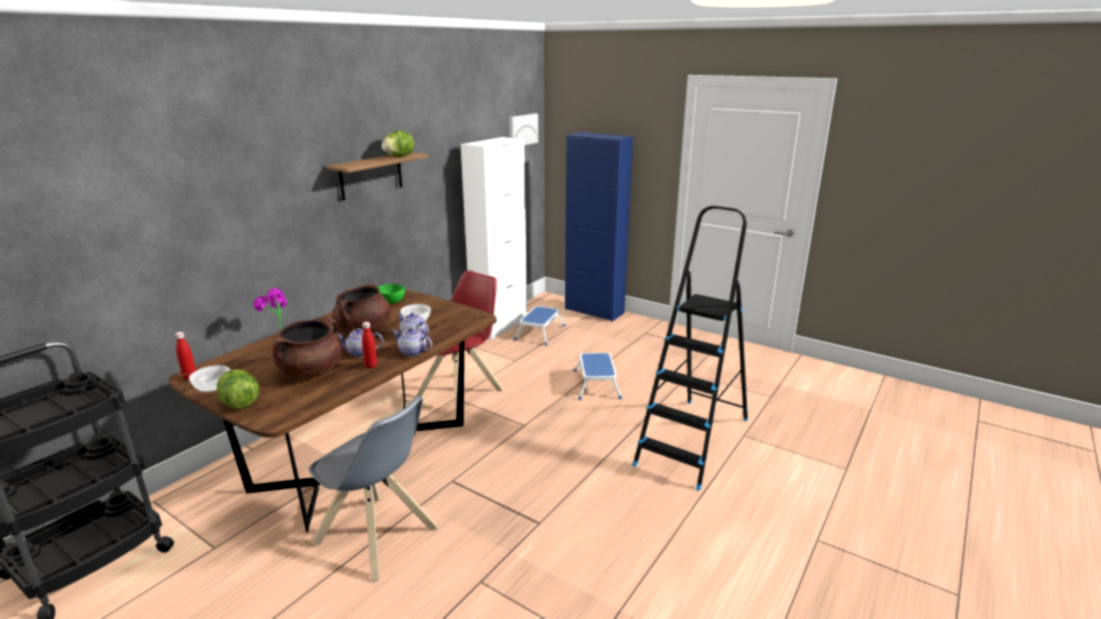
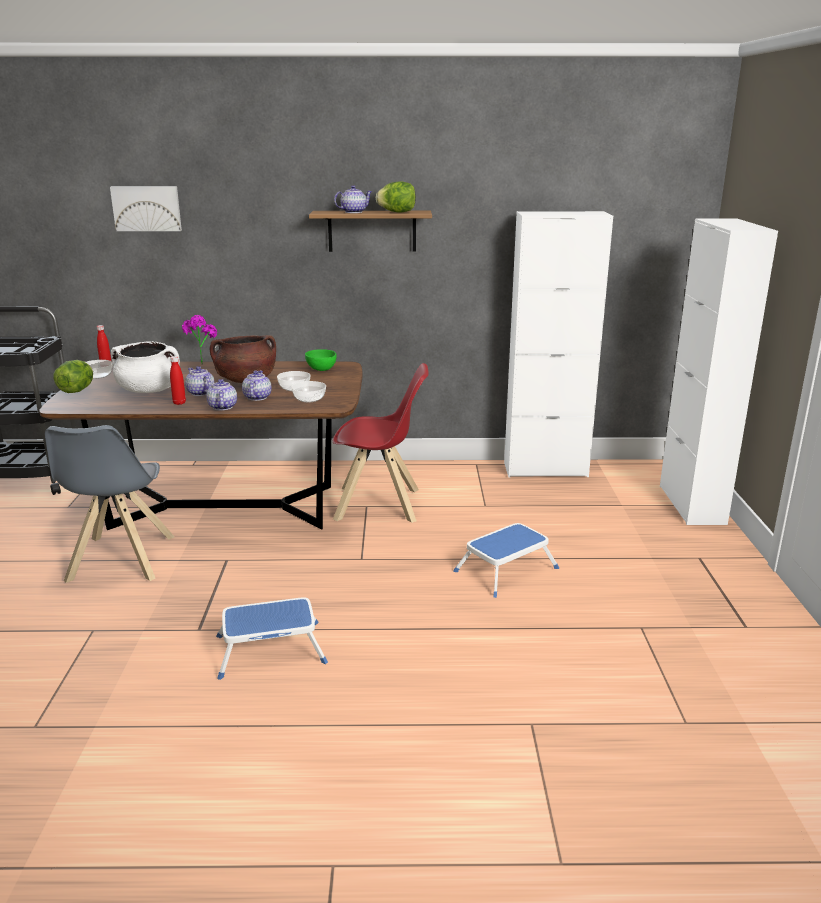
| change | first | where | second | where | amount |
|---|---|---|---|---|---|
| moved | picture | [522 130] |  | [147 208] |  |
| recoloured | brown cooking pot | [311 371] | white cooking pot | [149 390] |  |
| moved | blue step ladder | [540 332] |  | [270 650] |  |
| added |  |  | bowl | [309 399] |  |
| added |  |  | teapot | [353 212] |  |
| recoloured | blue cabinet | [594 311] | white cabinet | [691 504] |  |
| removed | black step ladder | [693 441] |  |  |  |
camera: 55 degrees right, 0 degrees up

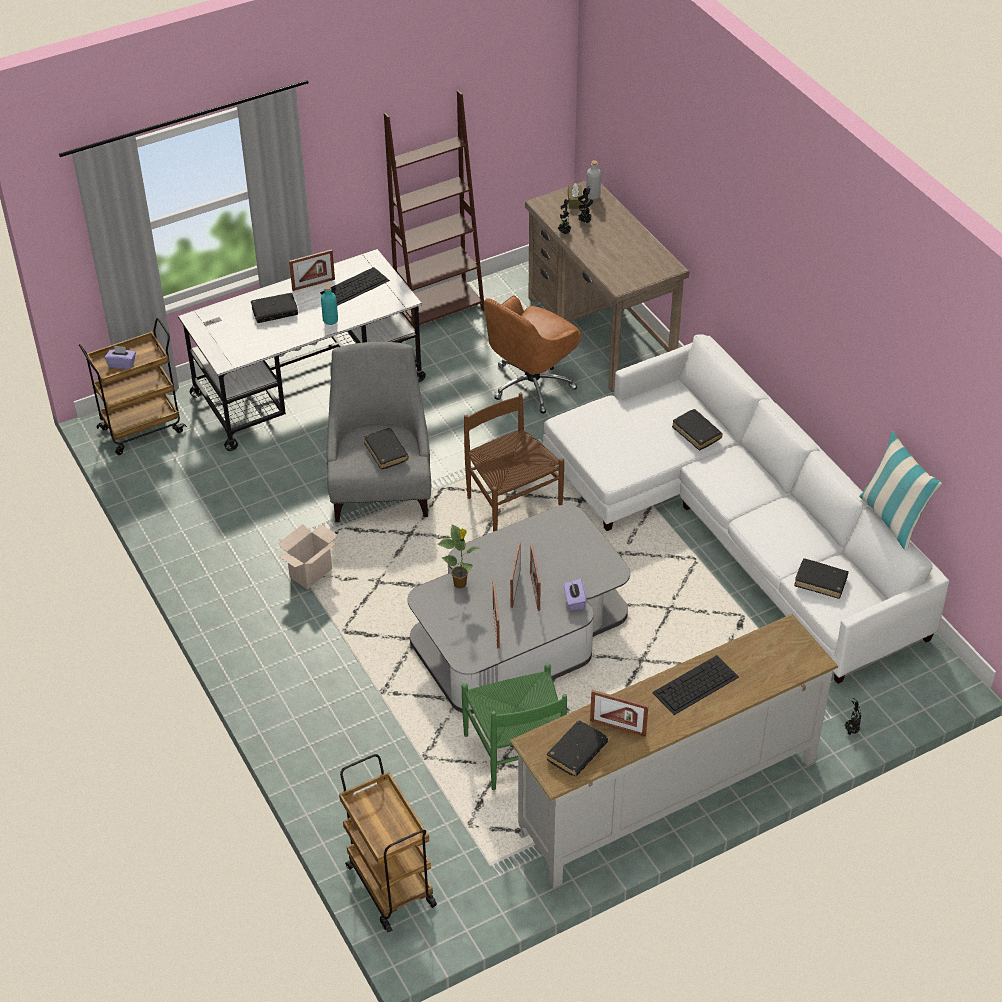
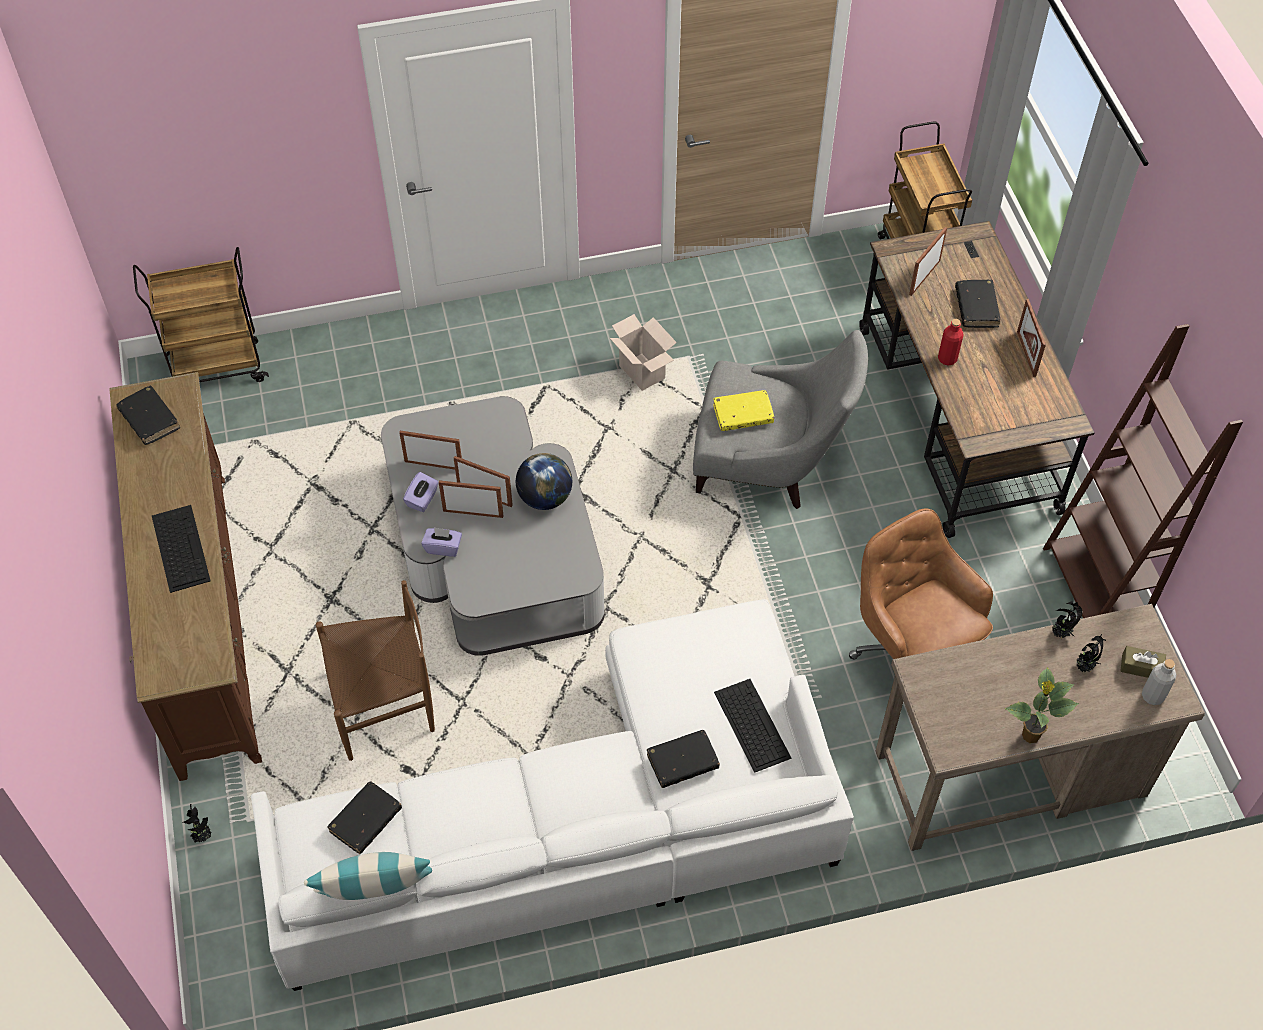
| change | first | where | second | where | amount |
|---|---|---|---|---|---|
| recoloured | grey cabinet | [667 796] | brown cabinet | [206 619] |  |
| moved | brown chair | [511 505] |  | [384 705] |  |
| moved | purple tissue box | [122 364] |  | [422 499] |  |
| added |  |  | globe | [545 497] |  |
| recoloured | black book | [386 452] | yellow book | [743 415] |  |
| moved | keyboard | [354 287] |  | [751 724] |  |
| recoloured | white desk | [308 388] | brown desk | [957 418] |  |
| moved | picture frame | [617 728] |  | [924 277] |  |
| recoloured | turquoise bottle | [330 320] | red bottle | [947 358] |  |
| moved | potted plant | [460 584] |  | [1030 736] |  |
| removed | green chair | [517 753] |  |  |  |
camera: 105 degrees right, 10 degrees up

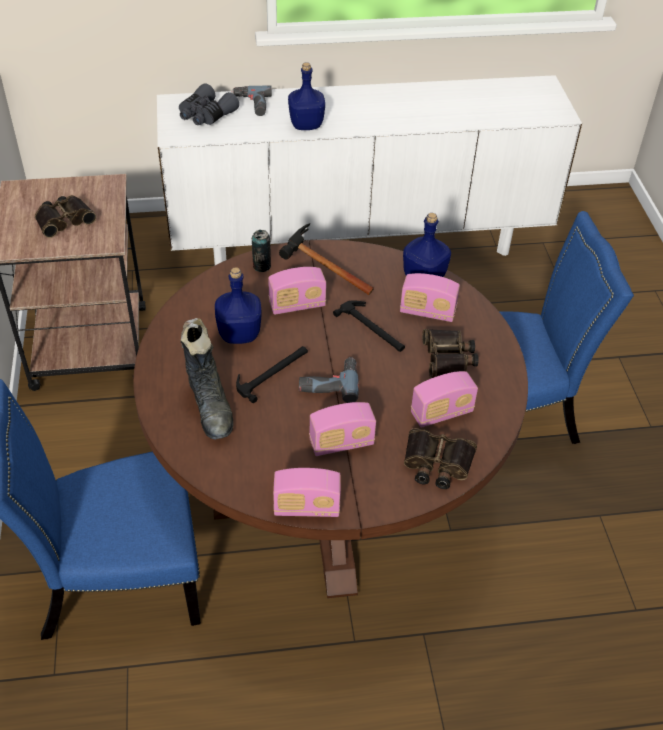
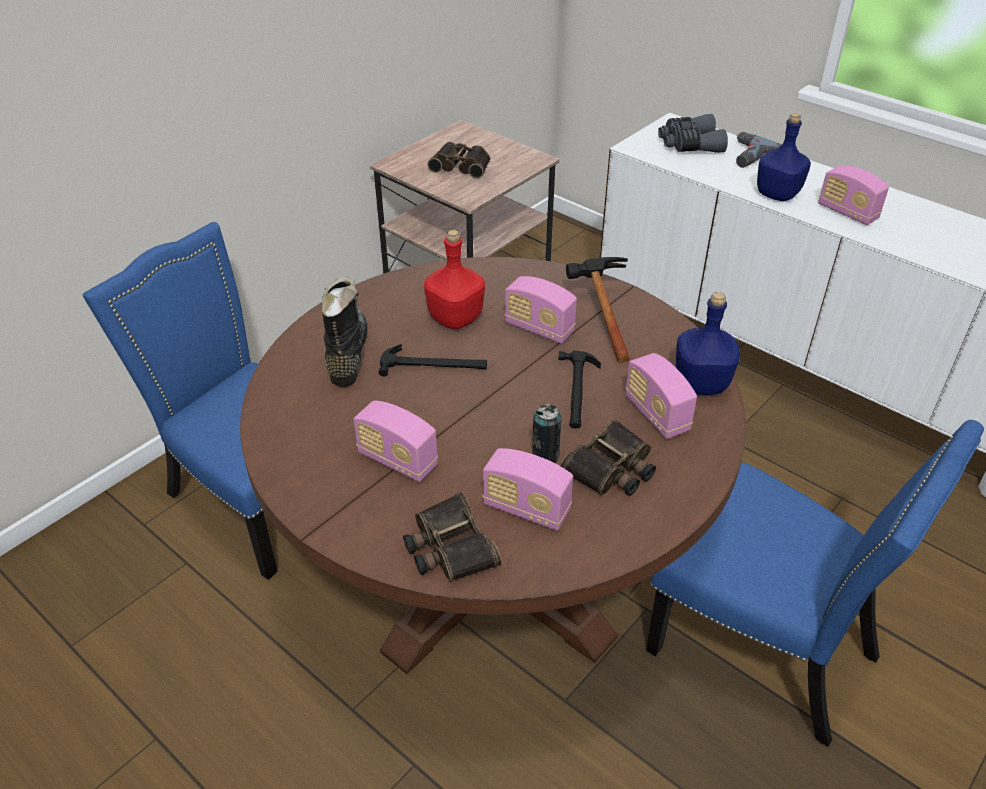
| change | first | where | second | where | amount |
|---|---|---|---|---|---|
| turned | black boot | [211 407] |  | [347 355] | 150 degrees clockwise |
| recoloured | blue bottle | [240 334] | red bottle | [456 319] |  |
| moved | can | [261 266] |  | [545 456] |  |
| moved | radio | [306 507] |  | [847 212] |  |
| removed | power drill | [328 382] |  |  |  |
camera: 50 degrees right, 5 degrees down

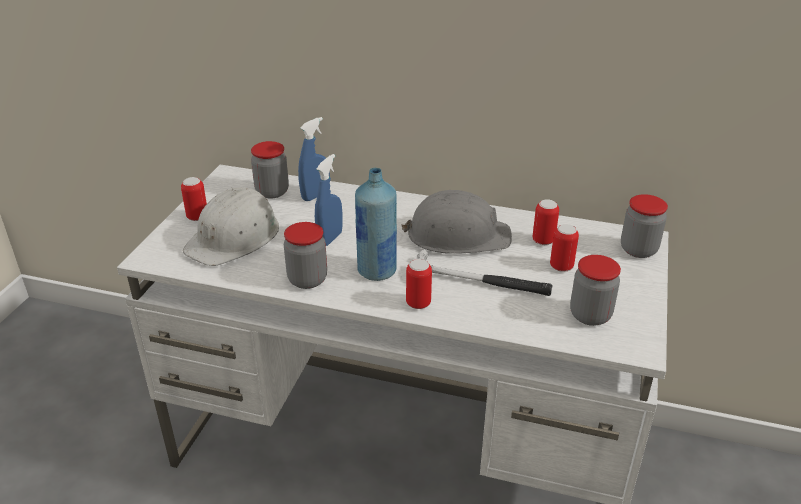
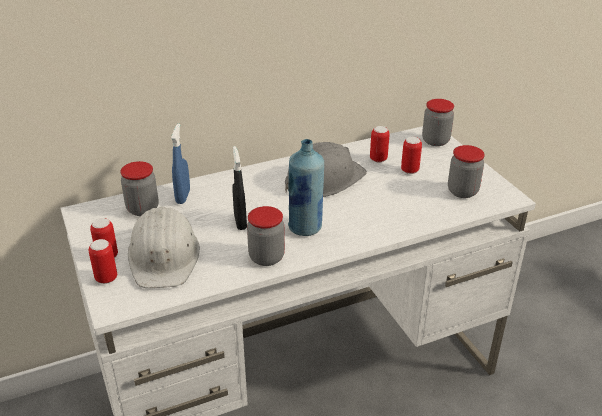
| change | first | where | second | where | amount |
|---|---|---|---|---|---|
| moved | can | [418 303] |  | [106 278] |  |
| recoloured | blue spray bottle | [330 239] | black spray bottle | [240 222] |  |
| removed | hammer | [479 283] |  |  |  |
camera: 40 degrees left, 0 degrees up

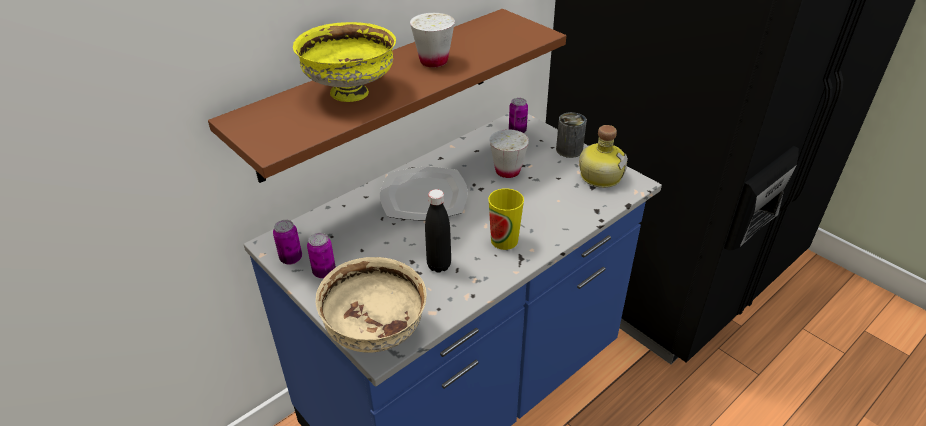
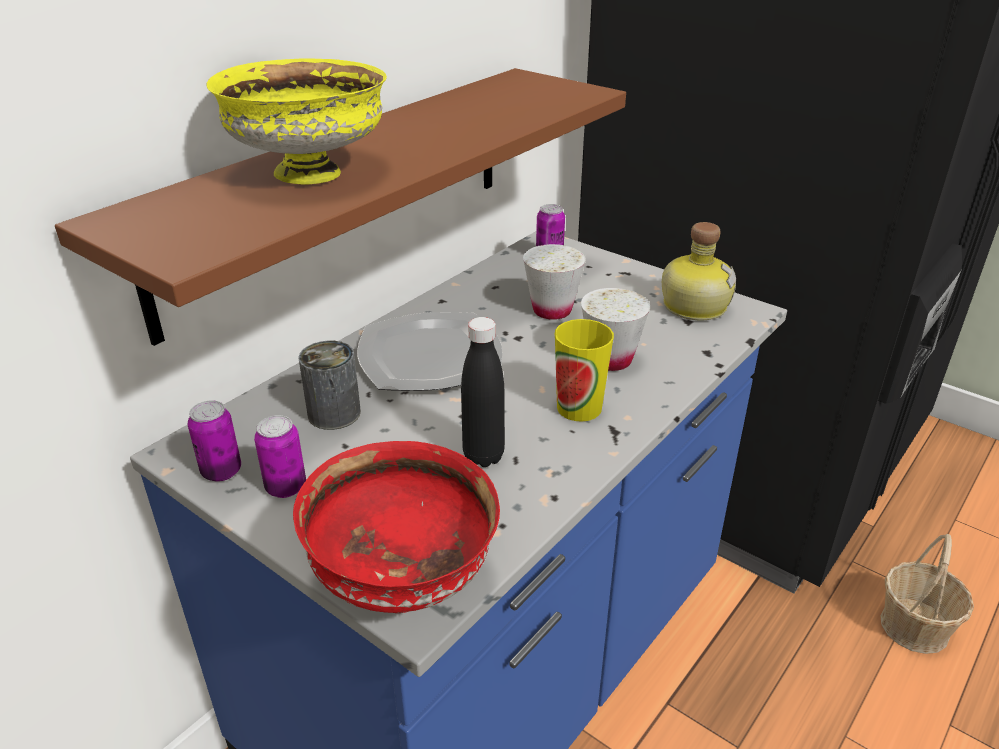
| change | first | where | second | where | amount |
|---|---|---|---|---|---|
| recoloured | beige bowl | [377 336] | red bowl | [405 584] |  |
| moved | can | [569 150] |  | [334 413] |  |
| moved | white cup | [433 61] |  | [610 360] |  |
| added |  |  | basket | [915 626] |  |
camera: 10 degrees left, 5 degrees down

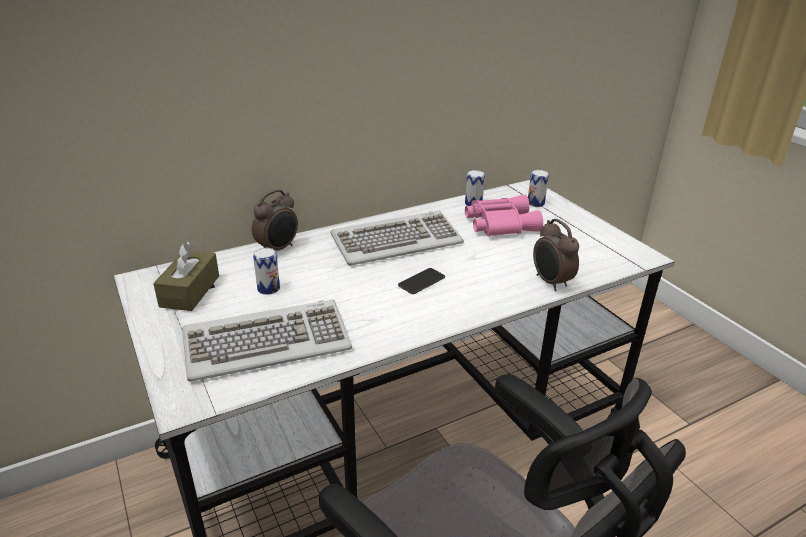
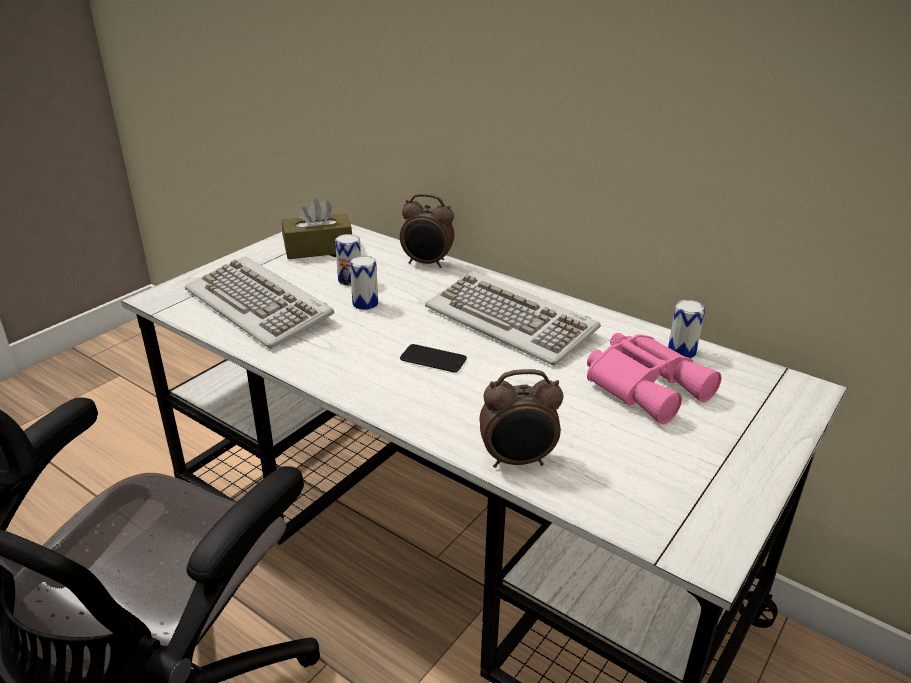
| change | first | where | second | where | amount |
|---|---|---|---|---|---|
| moved | can | [535 203] |  | [365 303] |  |
| turned | alarm clock | [550 282] |  | [518 461] | 135 degrees counterclockwise |
camera: 65 degrees right, 0 degrees up

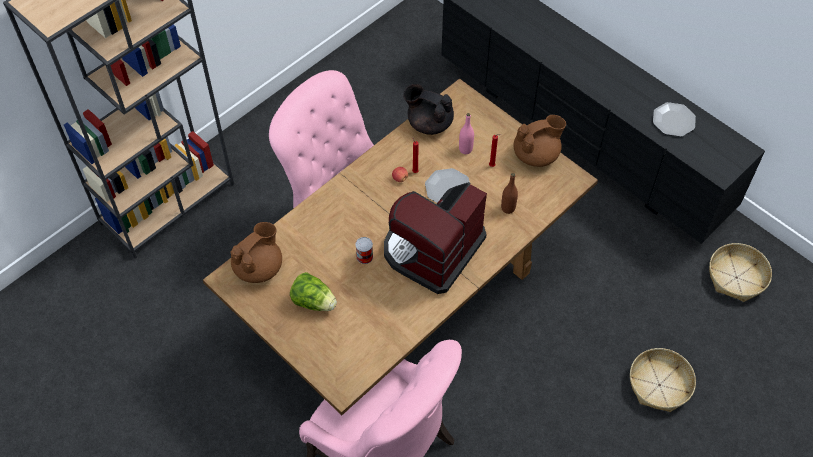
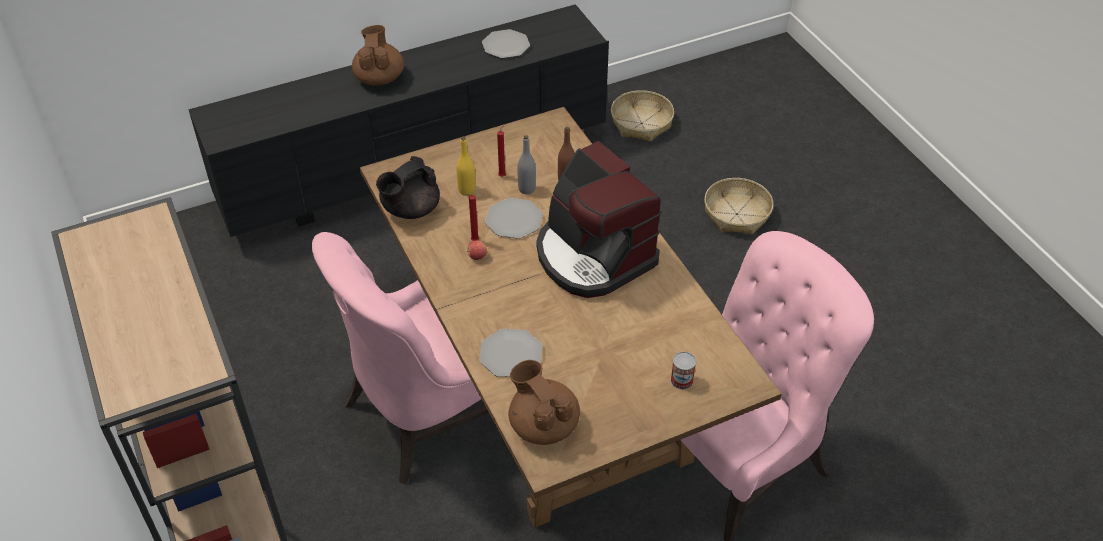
| change | first | where | second | where | amount |
|---|---|---|---|---|---|
| moved | brown teapot | [536 155] |  | [379 78] |  |
| recoloured | pink bottle | [465 149] | yellow bottle | [467 190] |  |
| added |  |  | plate | [510 354] |  |
| added |  |  | grey bottle | [527 189] |  |
| moved | can | [364 256] |  | [681 380] |  |
| removed | lettuce | [314 301] |  |  |  |
camera: 70 degrees left, 10 degrees down

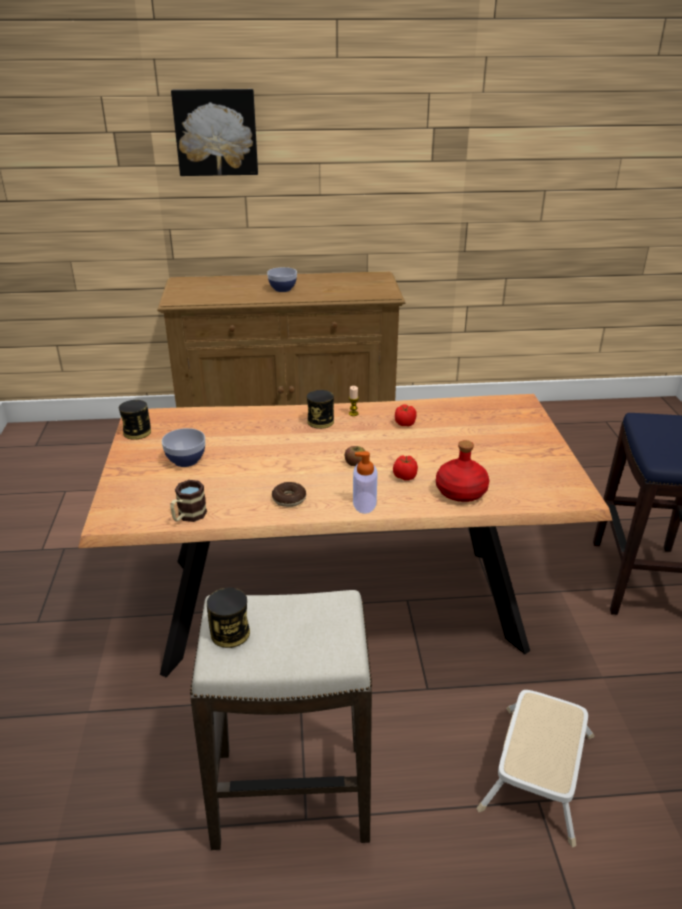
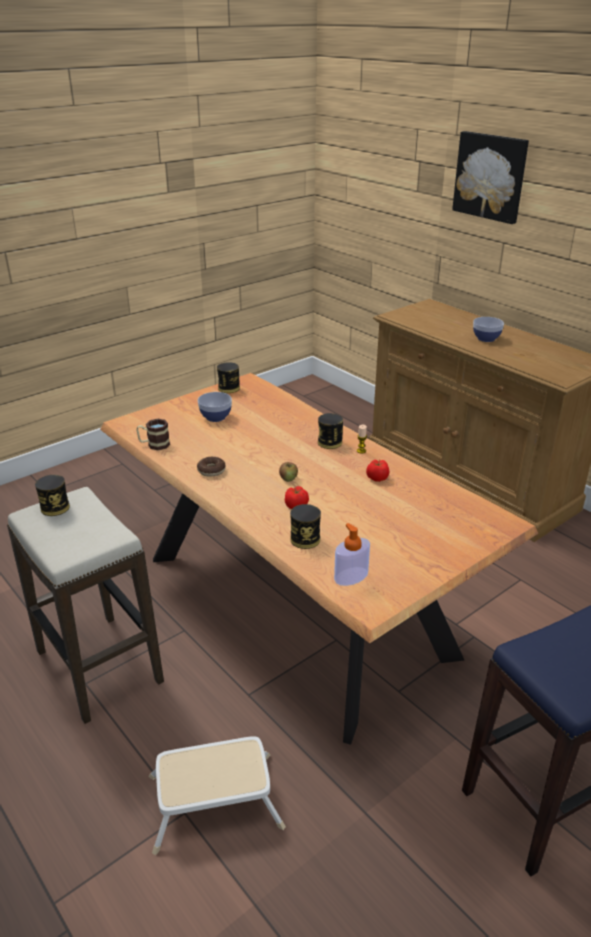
| change | first | where | second | where | amount |
|---|---|---|---|---|---|
| replaced | red bottle | [461 491] | can | [305 539] |  |
| moved | soap dispenser | [364 503] |  | [351 576] |  |
camera: 55 degrees right, 0 degrees up

